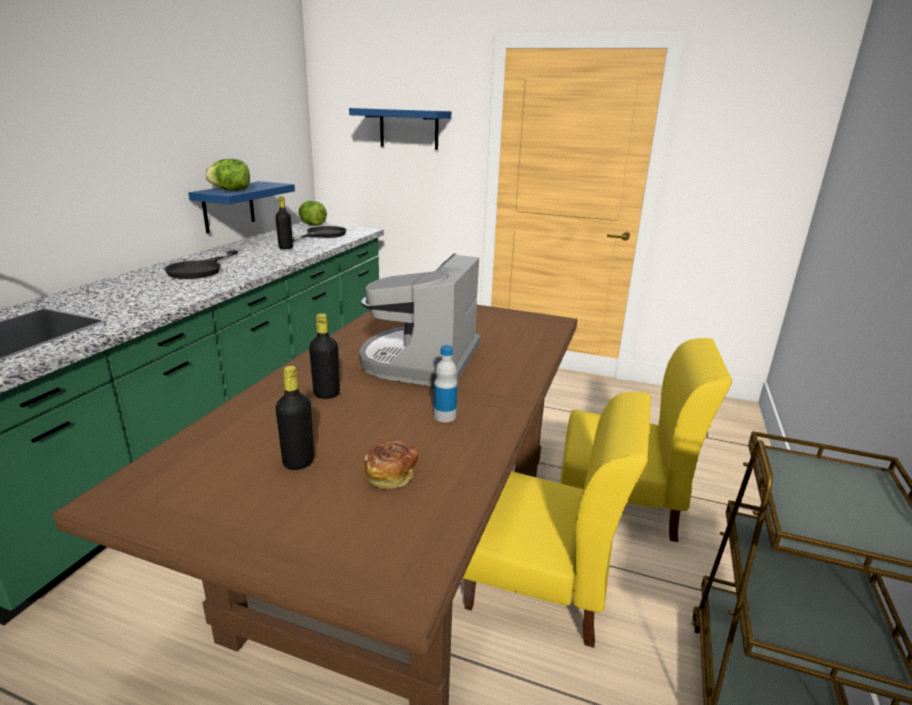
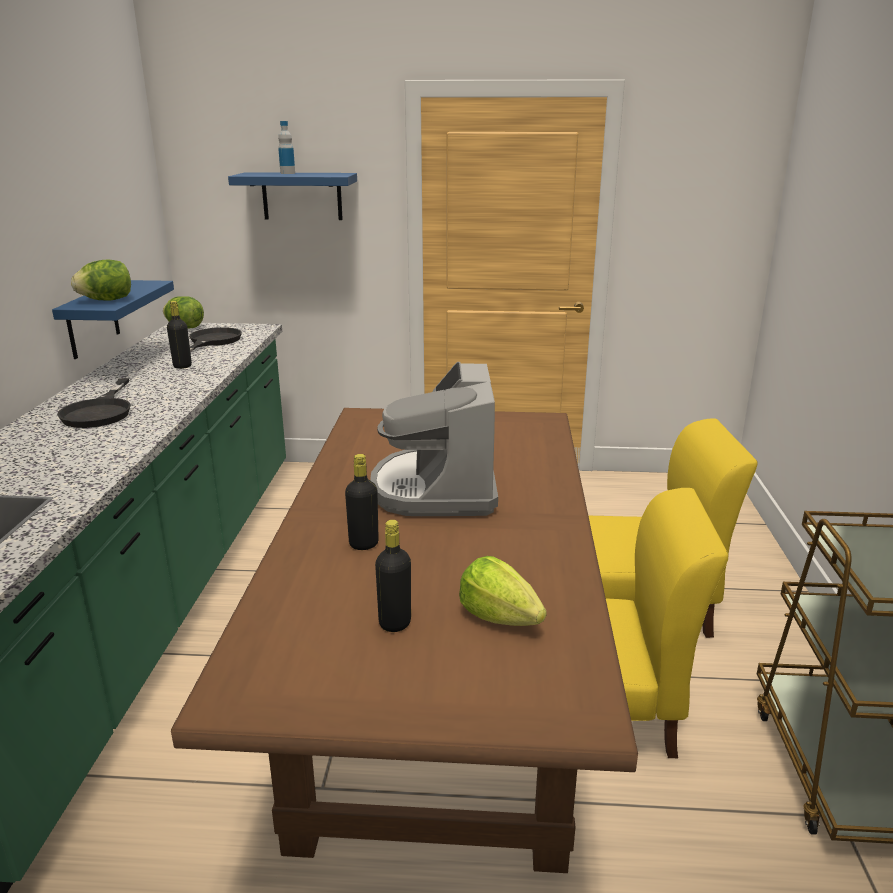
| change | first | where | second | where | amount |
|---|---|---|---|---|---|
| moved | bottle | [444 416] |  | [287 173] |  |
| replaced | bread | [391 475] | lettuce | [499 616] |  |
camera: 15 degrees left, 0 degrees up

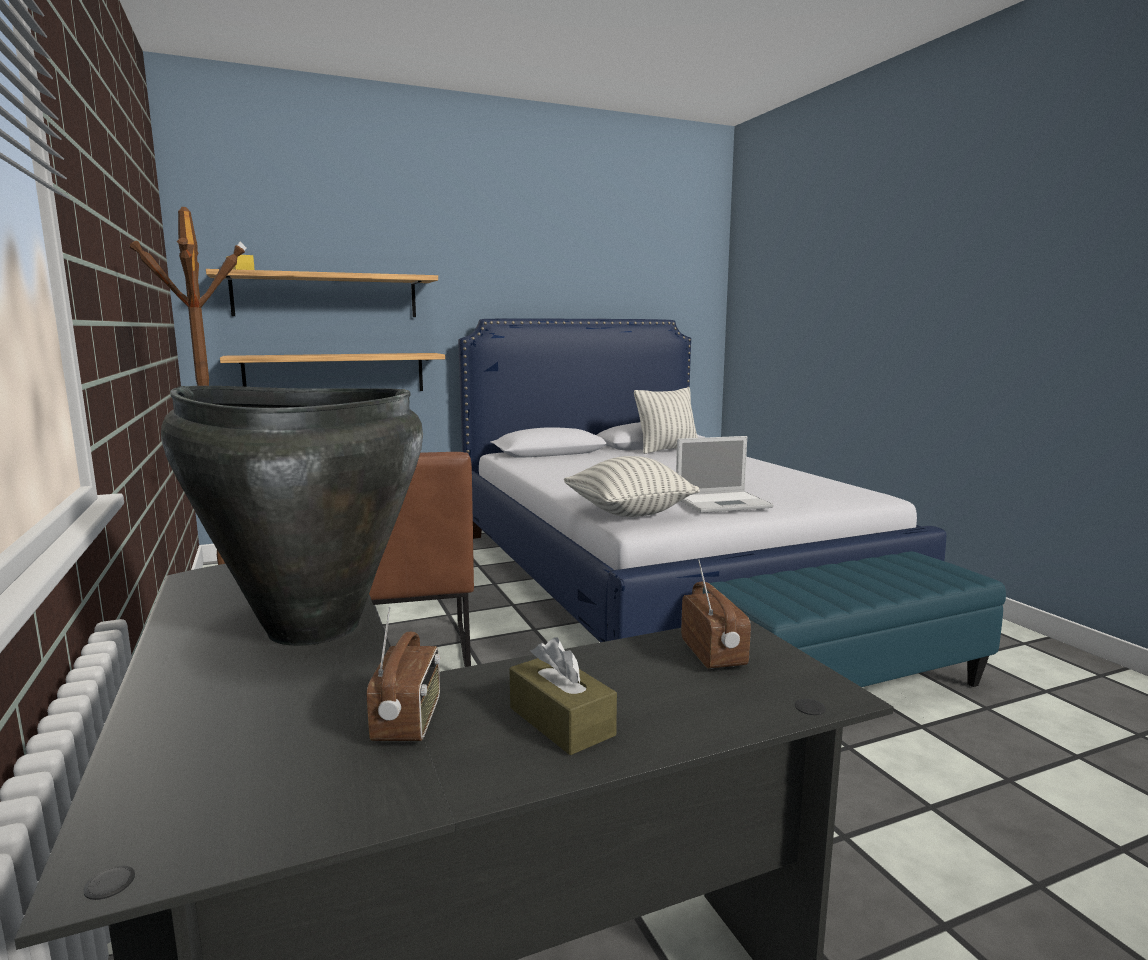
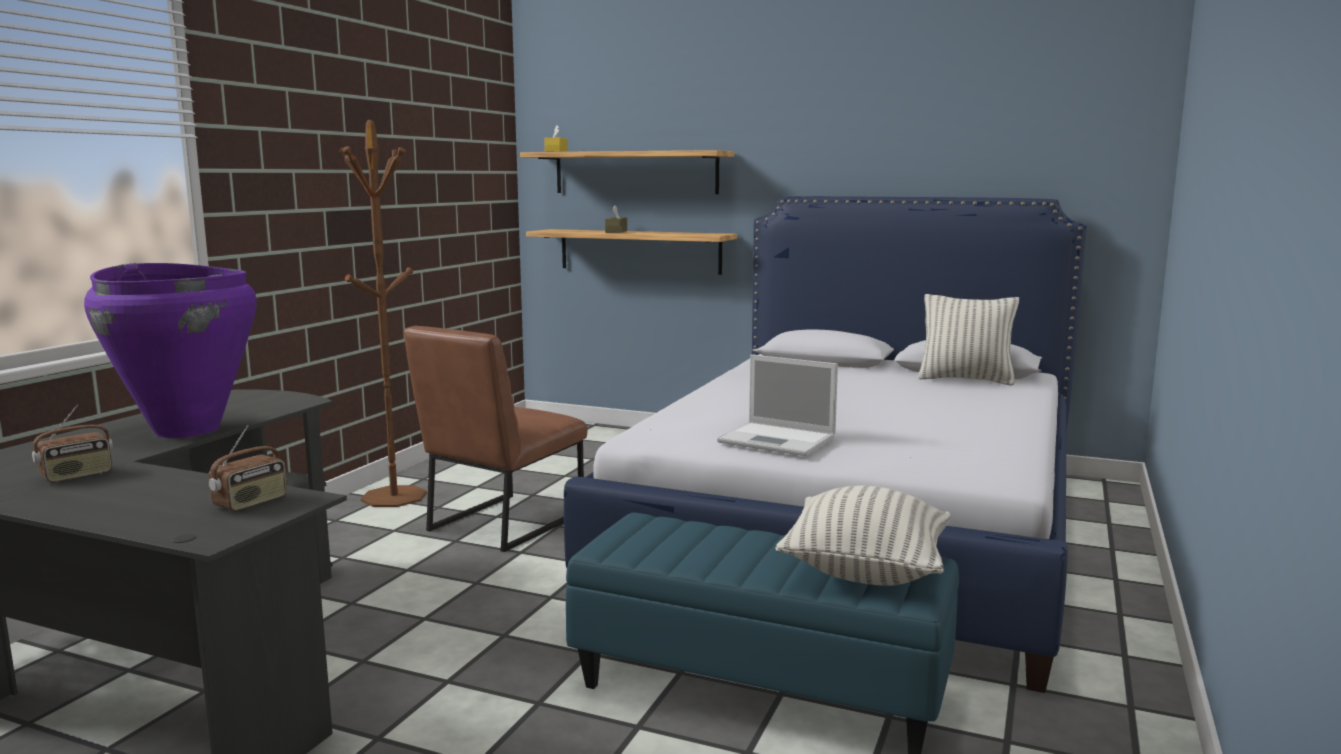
| change | first | where | second | where | amount |
|---|---|---|---|---|---|
| recoloured | black vase | [315 627] | purple vase | [188 430] |  |
| moved | brown tissue box | [561 721] |  | [616 231] |  |
| moved | pillow | [629 512] |  | [865 572] |  |
camera: 45 degrees right, 0 degrees up

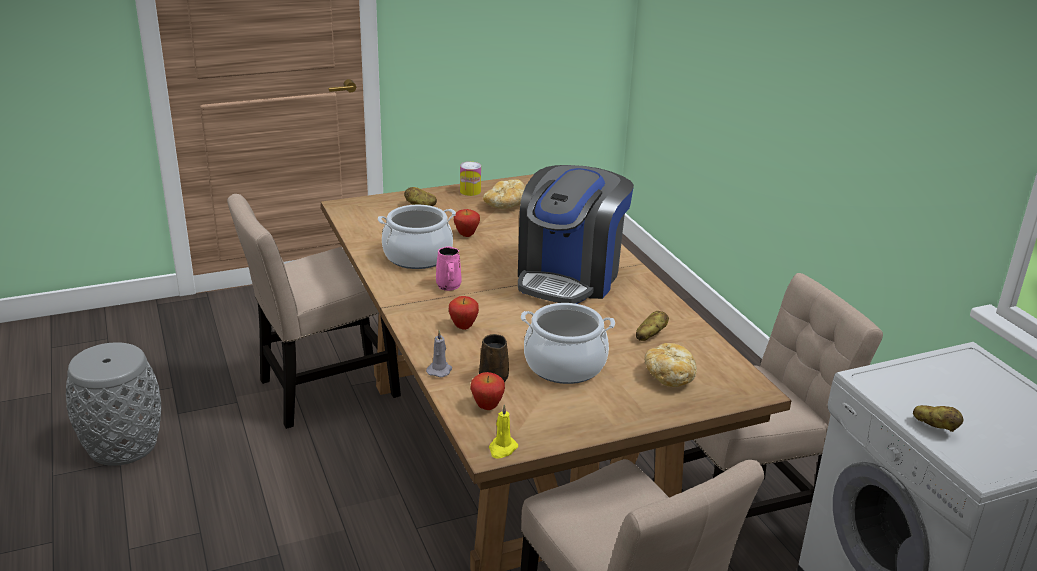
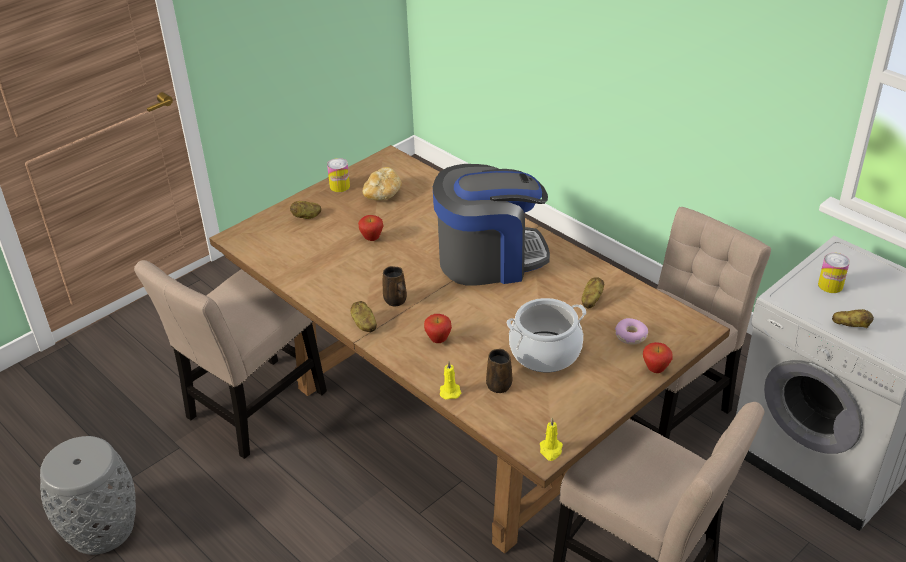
| change | first | where | second | where | amount |
|---|---|---|---|---|---|
| added |  |  | potato | [364 324] |  |
| recoloured | pink mug | [448 286] | brown mug | [396 301] |  |
| turned | coffee machine | [569 277] |  | [489 259] | 105 degrees counterclockwise |
| recoloured | grey candle | [440 370] | yellow candle | [450 391] |  |
| replaced | bread | [670 376] | donut | [630 336] |  |
| moved | apple | [487 407] |  | [655 370] |  |
| added |  |  | can | [830 285] |  |
| removed | cooking pot | [418 256] |  |  |  |
camera: 20 degrees left, 10 degrees up

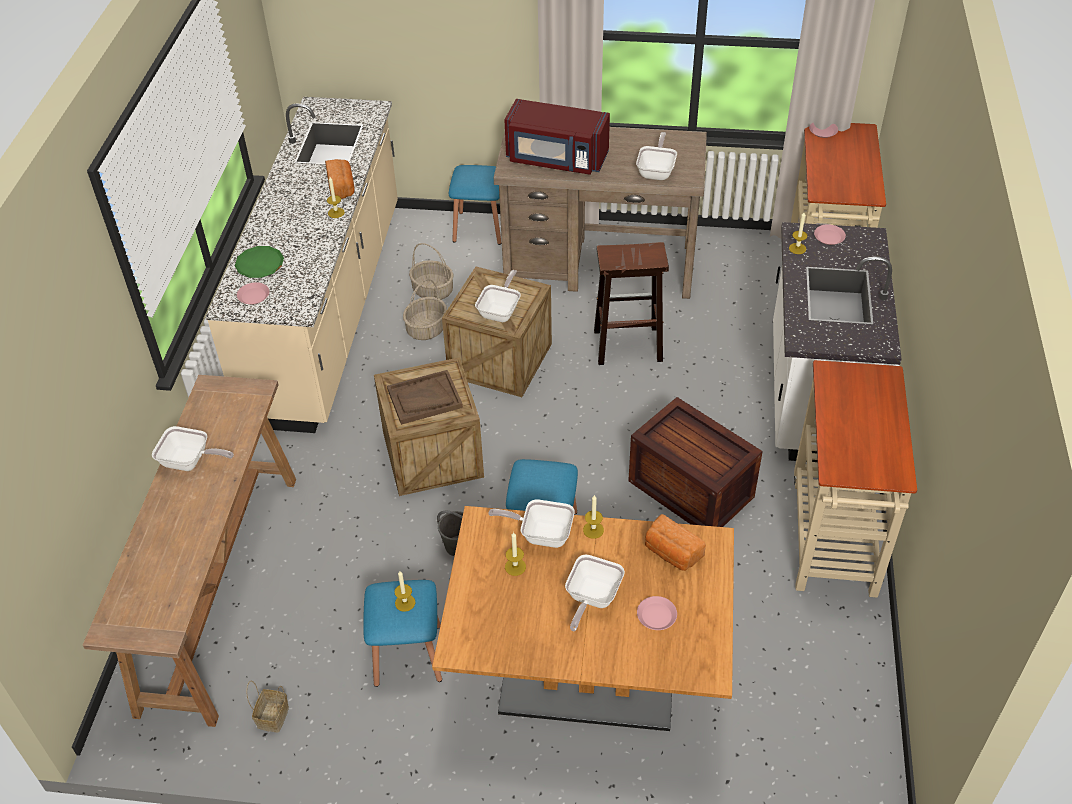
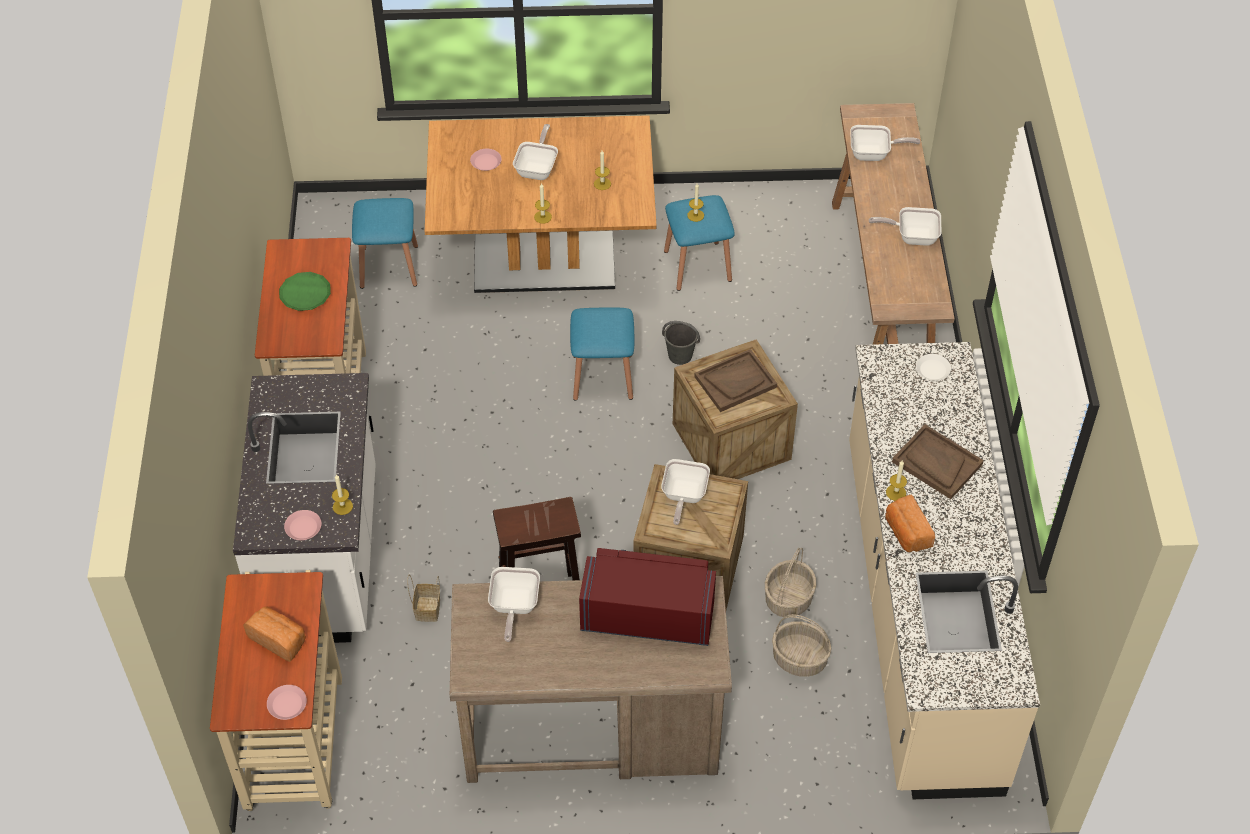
| change | first | where | second | where | amount |
|---|---|---|---|---|---|
| moved | bread | [671 553] |  | [279 639] |  |
| moved | green plate | [260 265] |  | [305 294] |  |
| moved | blue stool | [480 228] |  | [389 266] |  |
| moved | basket | [273 718] |  | [427 608] |  |
| moved | frying pan | [541 534] |  | [874 154] |  |
| added |  |  | brown tray | [936 463] |  |
| recoloured | pink plate | [253 296] | white plate | [933 369] |  |
| removed | crate | [692 490] |  |  |  |
camera: 170 degrees right, 5 degrees up

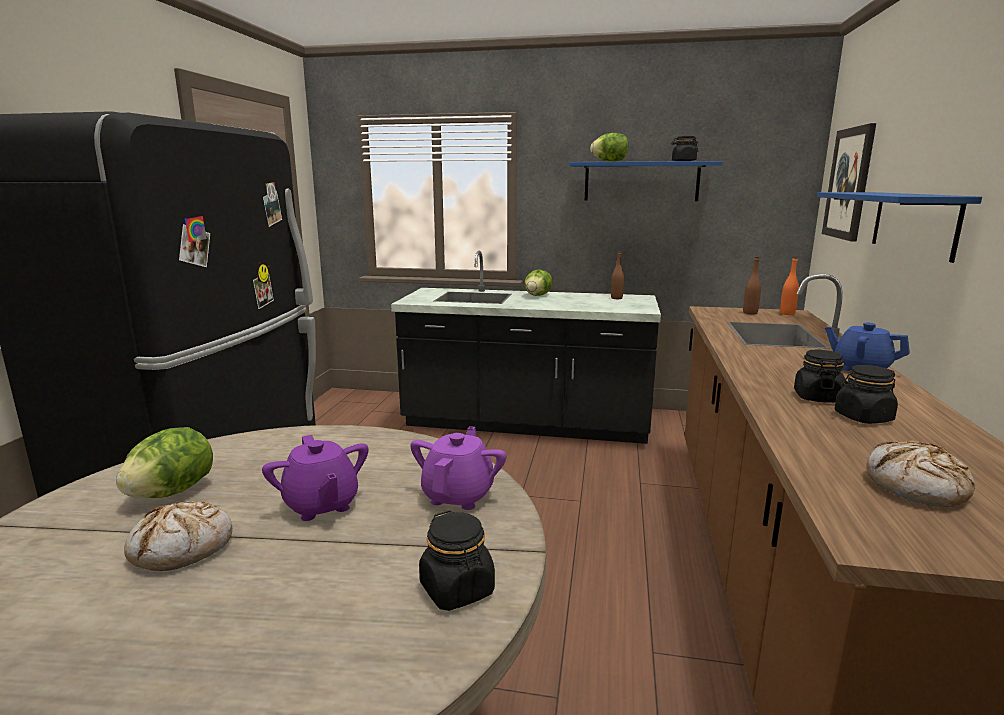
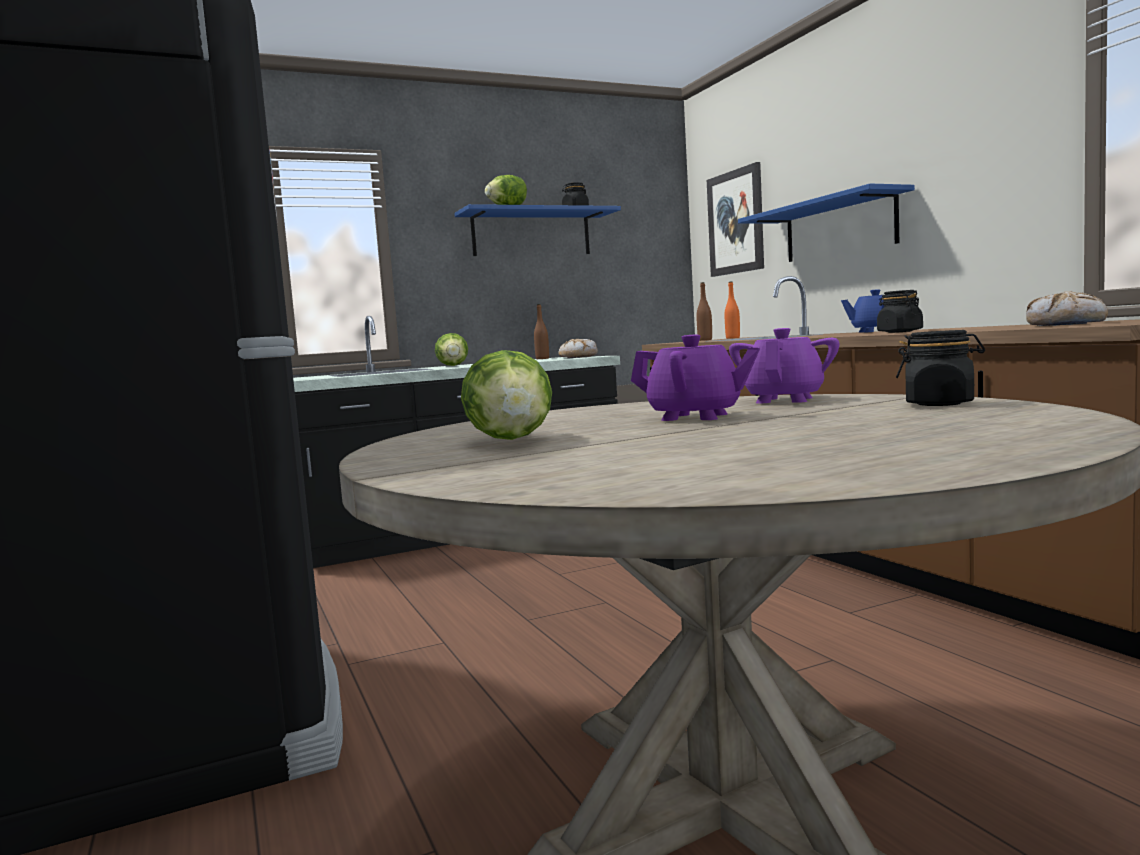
| change | first | where | second | where | amount |
|---|---|---|---|---|---|
| moved | bread | [183 547] |  | [578 357] |  |
| turned | purple teapot | [458 495] |  | [784 400] | 45 degrees clockwise |
| removed | black jar | [863 417] |  |  |  |
camera: 35 degrees left, 10 degrees down

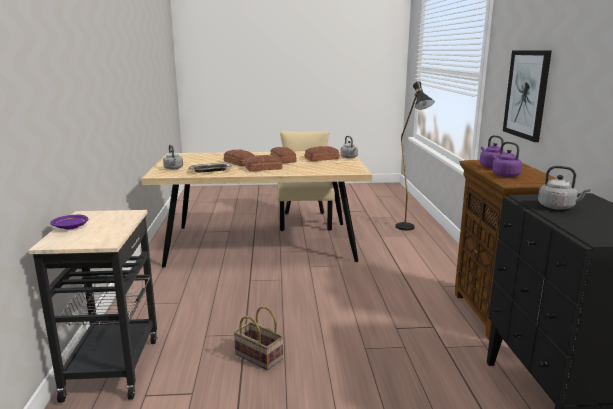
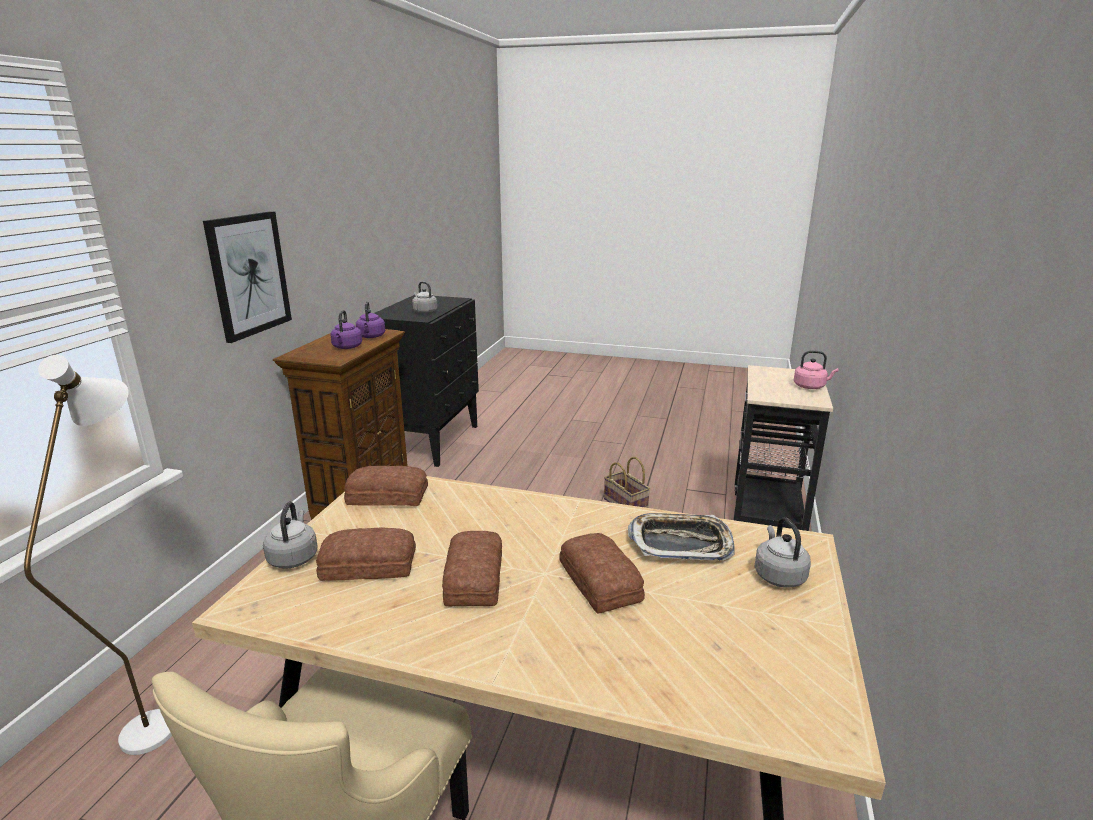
| change | first | where | second | where | amount |
|---|---|---|---|---|---|
| recoloured | black floor lamp | [408 229] | white floor lamp | [159 717] |  |
| moved | bread | [264 168] |  | [387 495] |  |
| replaced | purple plate | [70 227] | pink kettle | [811 386] |  |
camera: 160 degrees left, 5 degrees up

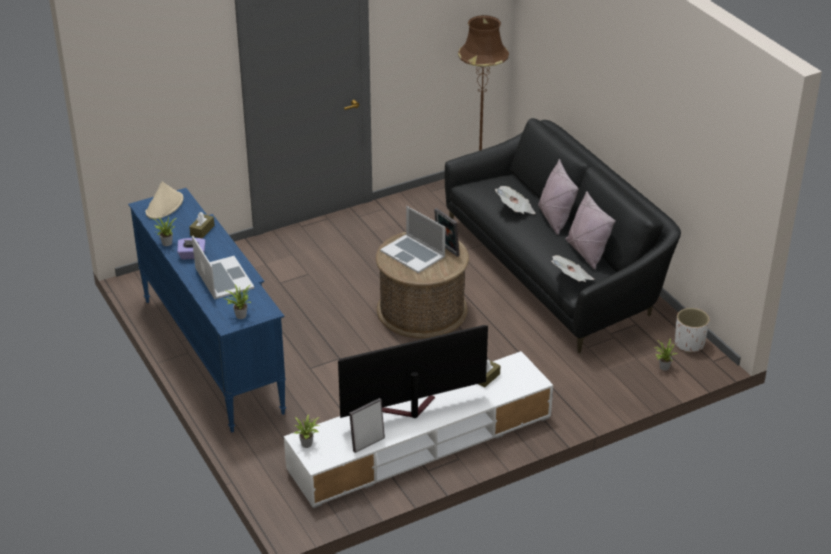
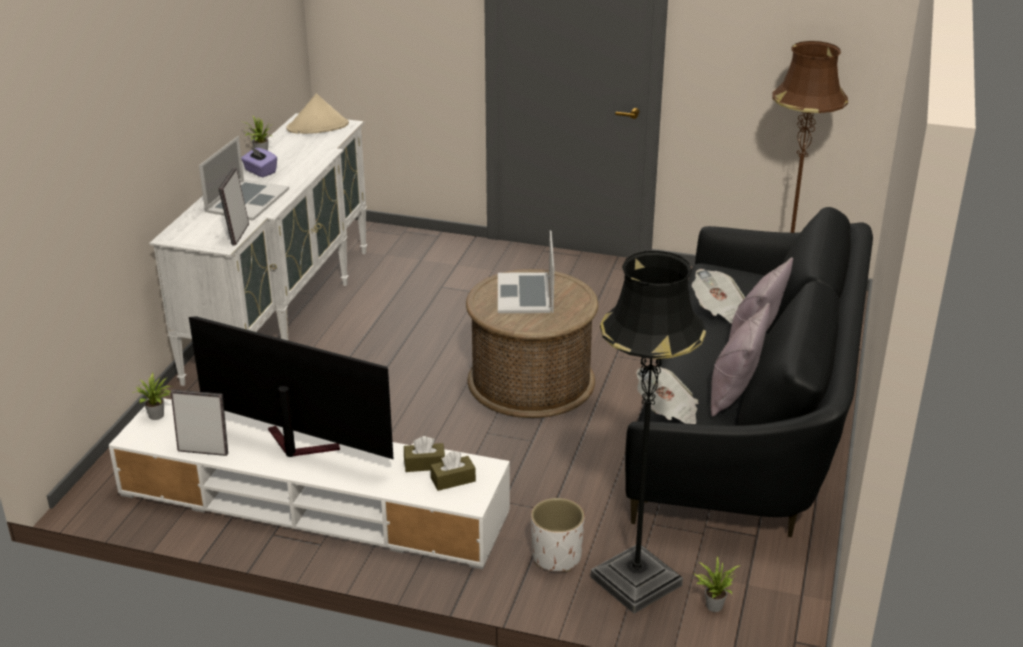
| change | first | where | second | where | amount |
|---|---|---|---|---|---|
| recoloured | blue cabinet | [213 354] | white cabinet | [283 313] |  |
| moved | picture frame | [446 249] |  | [237 234] |  |
| moved | brown tissue box | [202 230] |  | [453 480] |  |
| moved | white planter | [689 343] |  | [556 557] |  |
| added |  |  | black floor lamp | [635 581] |  |
| removed | potted plant | [239 315] |  |  |  |
camera: 45 degrees right, 5 degrees down

